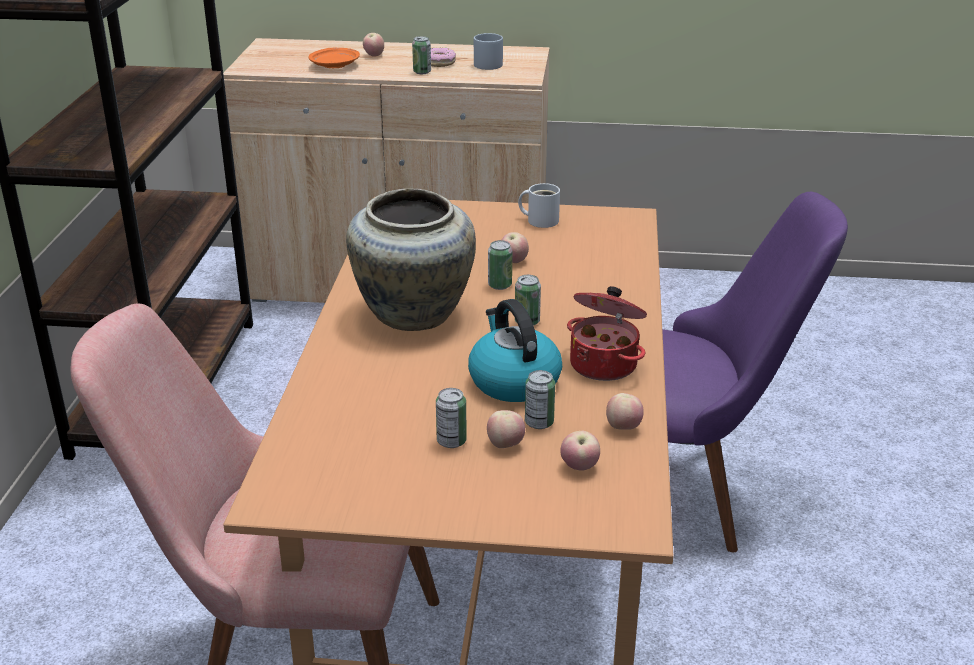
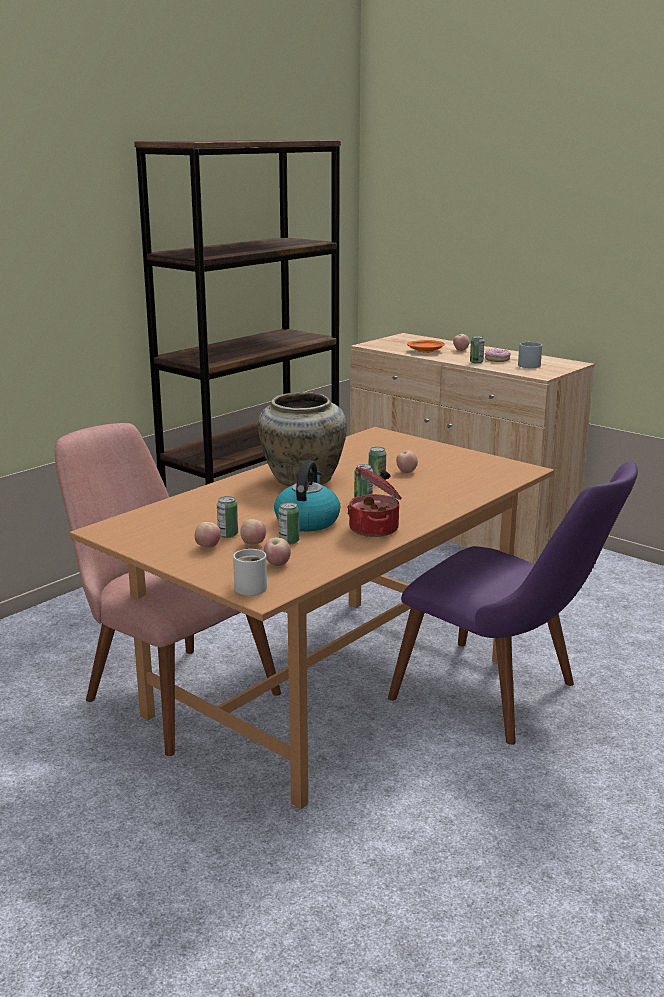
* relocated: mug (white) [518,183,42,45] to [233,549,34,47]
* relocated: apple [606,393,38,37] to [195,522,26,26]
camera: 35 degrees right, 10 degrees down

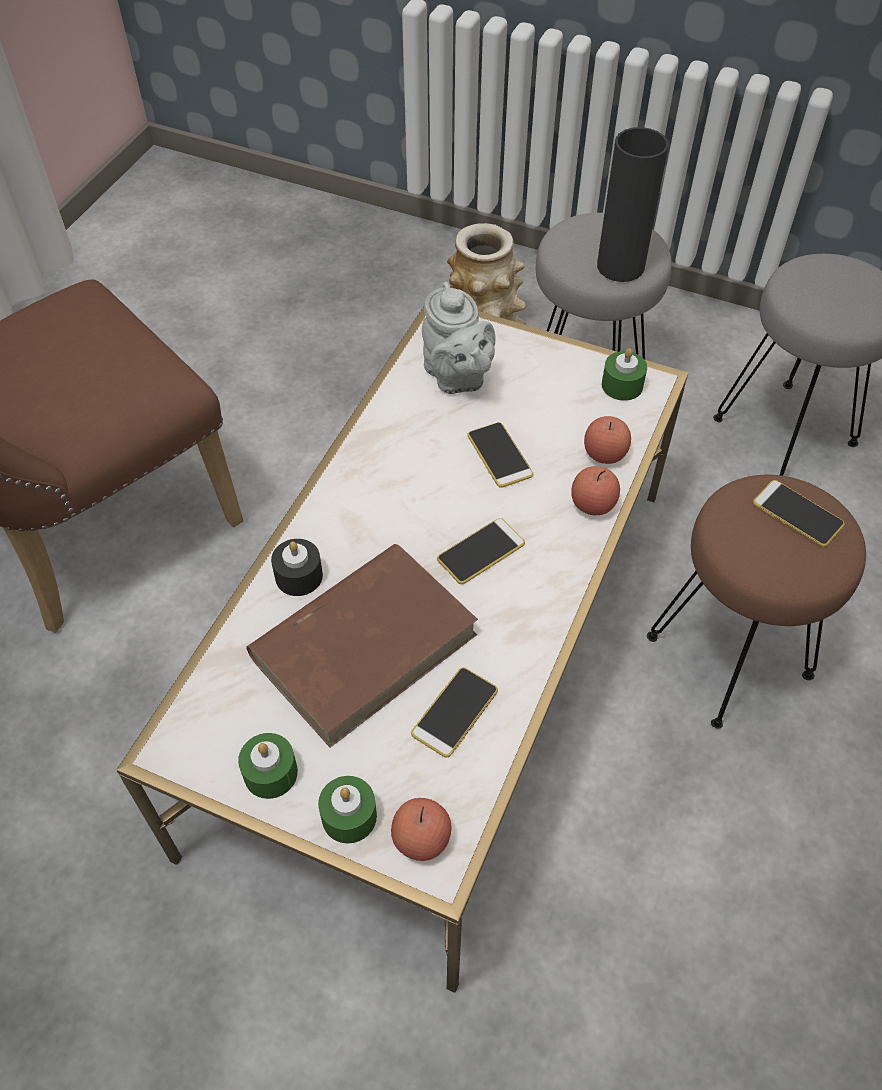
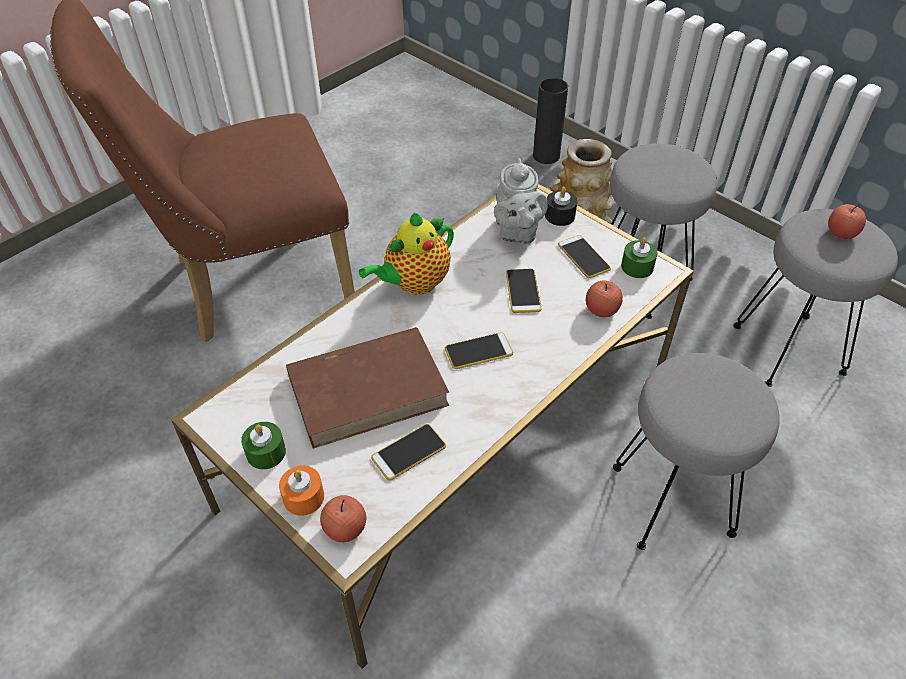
* relocated: vase (black) [597,127,71,155] to [533,78,35,86]
* relocated: apple [571,466,49,49] to [828,204,38,35]
* colour: stool (brown) [647,475,219,254] to stool (grey) [613,353,167,197]
* relocated: phone [753,480,92,67] to [558,235,53,43]
* relocated: candle (black) [271,539,52,57] to [545,187,32,39]
* colour: candle (green) [318,776,59,68] to candle (orange) [279,465,45,51]
* appeared: teapot [359,212,95,83]
camera: 20 degrees right, 5 degrees down

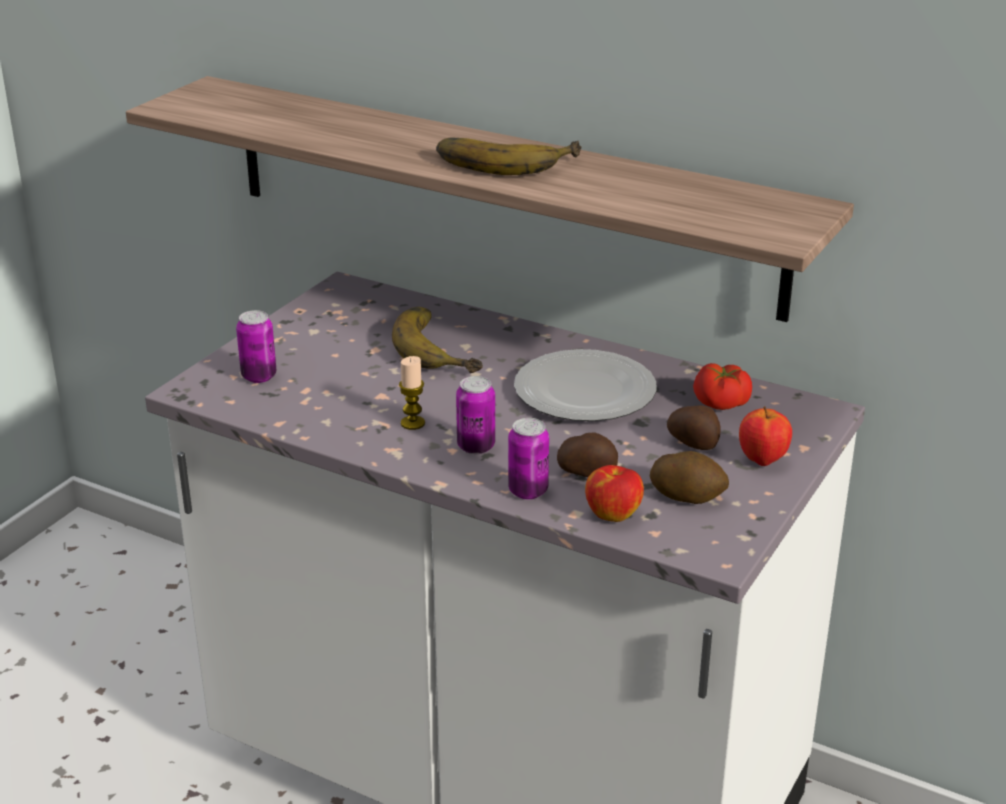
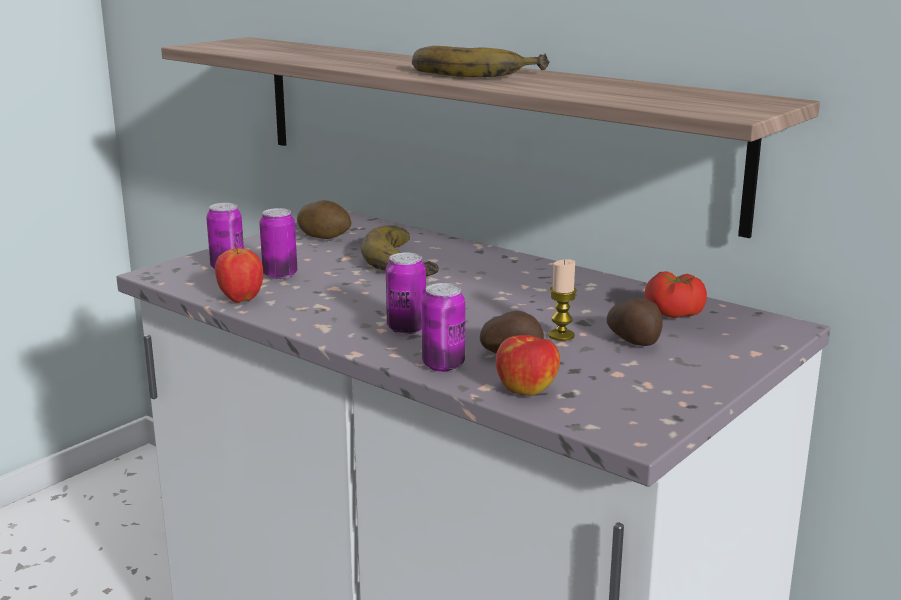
* missing: plate [514,349,143,72]
* relocated: candle [399,356,26,74] to [548,259,29,82]
* relocated: apple [739,406,53,60] to [215,243,48,60]
* relocated: potato [650,451,79,53] to [297,200,55,39]
* appeared: can [259,208,38,71]
camera: 10 degrees right, 10 degrees down

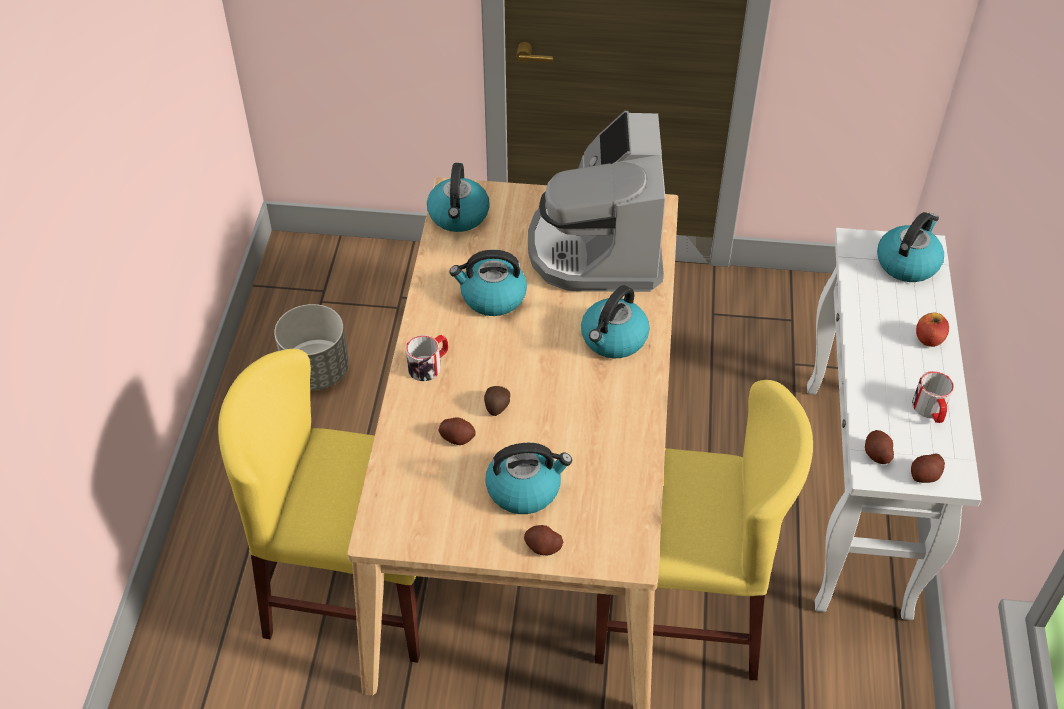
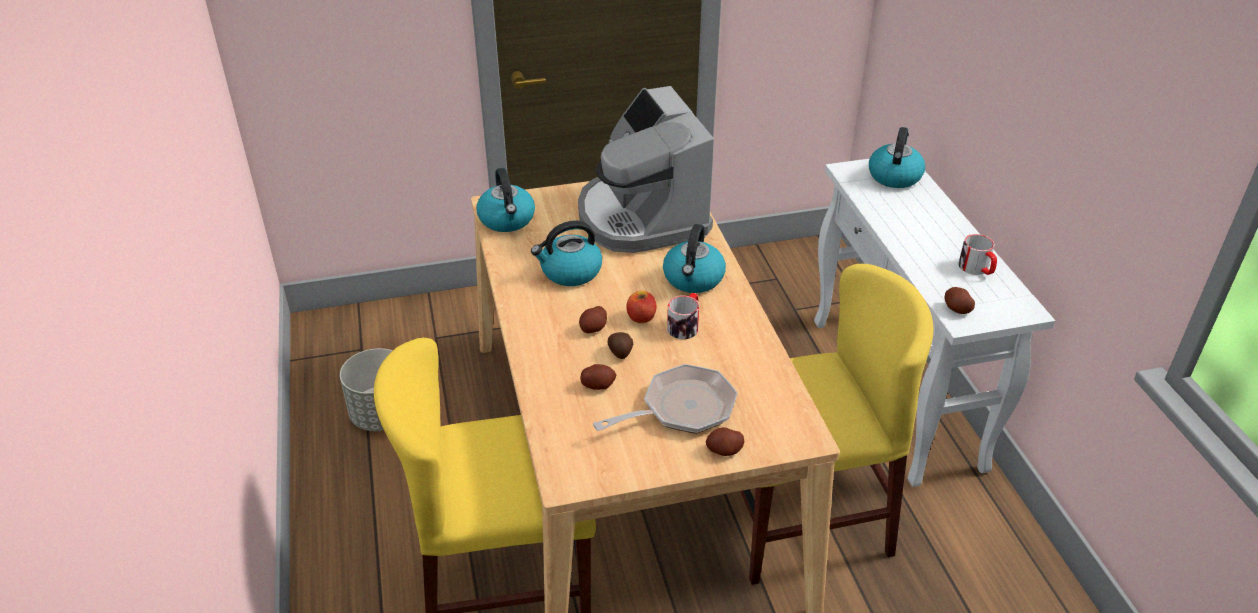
* relocated: apple [916,313,33,34] to [626,291,31,32]
* relocated: mug [406,335,42,46] to [667,293,32,46]
* exchanged: kettle [486,443,86,71] to frying pan [593,364,145,70]
* relocated: potato [911,453,34,30] to [579,306,28,27]
camera: 20 degrees left, 10 degrees down

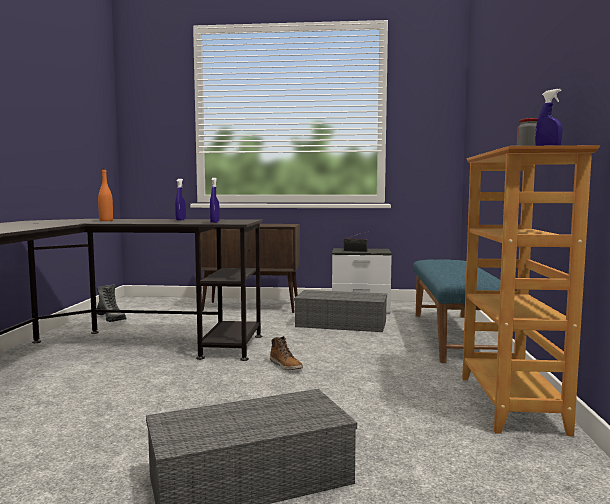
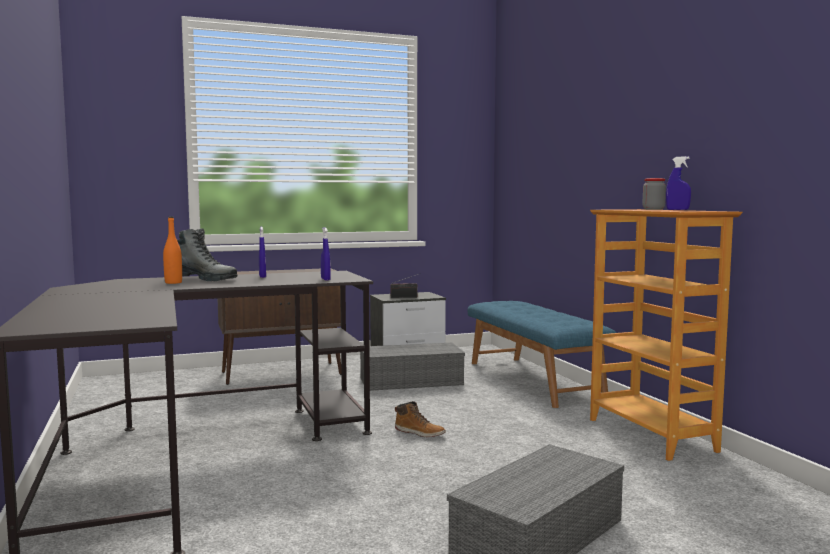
* relocated: boot [97,284,29,38] to [177,228,61,53]
camera: 25 degrees left, 0 degrees up

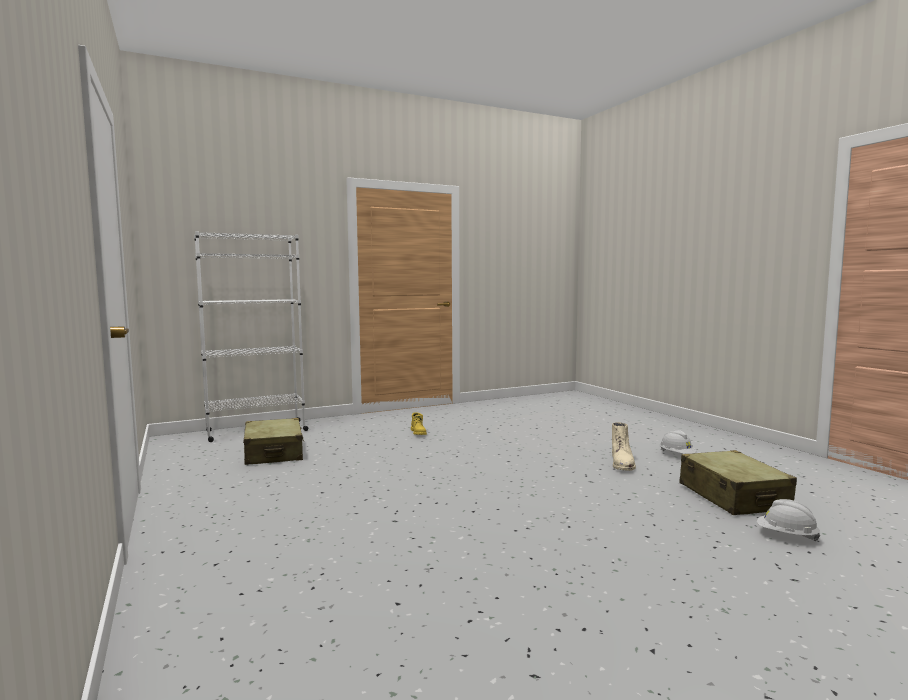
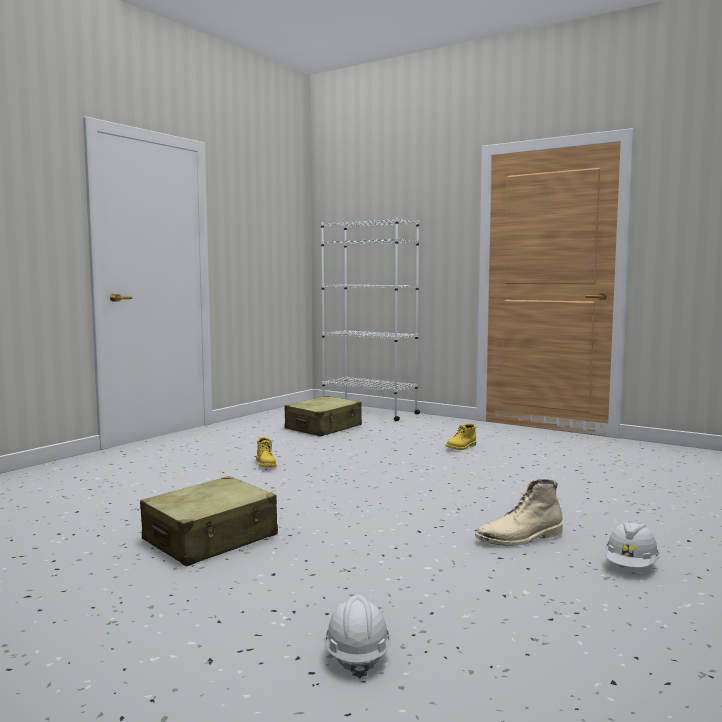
* relocated: suitcase (beige) [679,450,118,65] to [140,476,138,90]
* appeared: boot (yellow) [256,437,21,30]
camera: 60 degrees right, 0 degrees up

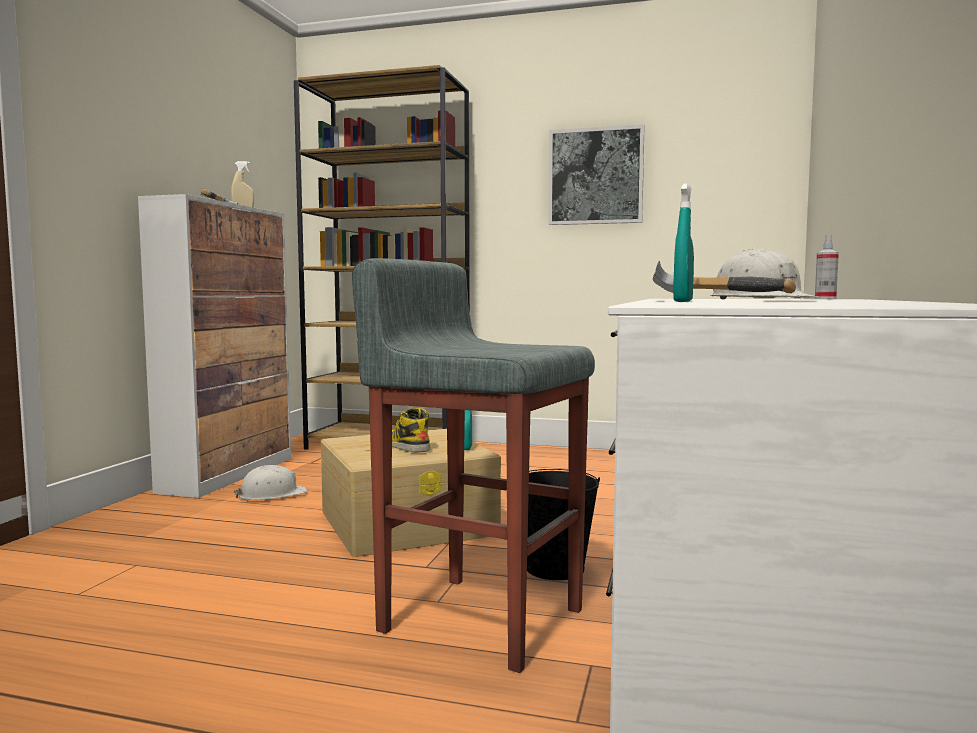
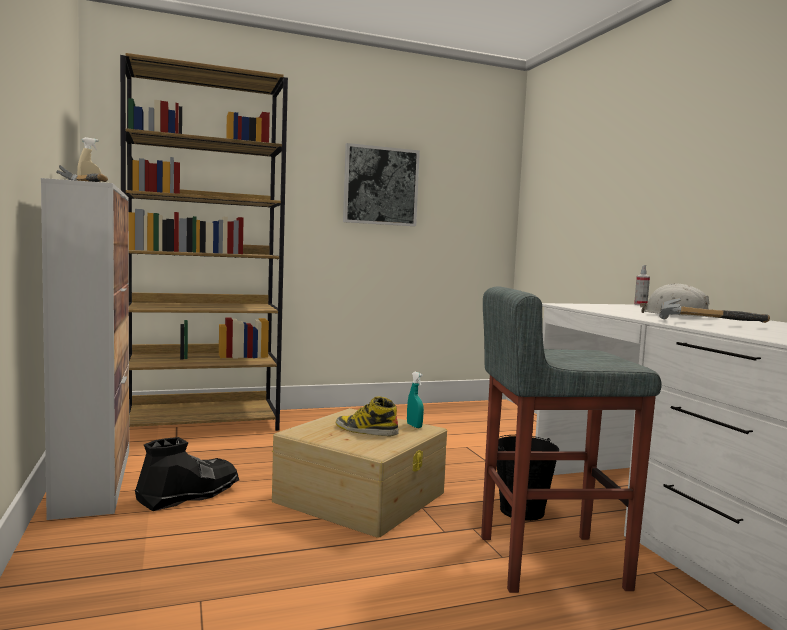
* missing: spray bottle (turquoise) [673,183,21,119]
* exchanged: hard hat (white) [234,465,73,35] to boot (black) [135,437,104,74]
camera: 35 degrees left, 0 degrees up

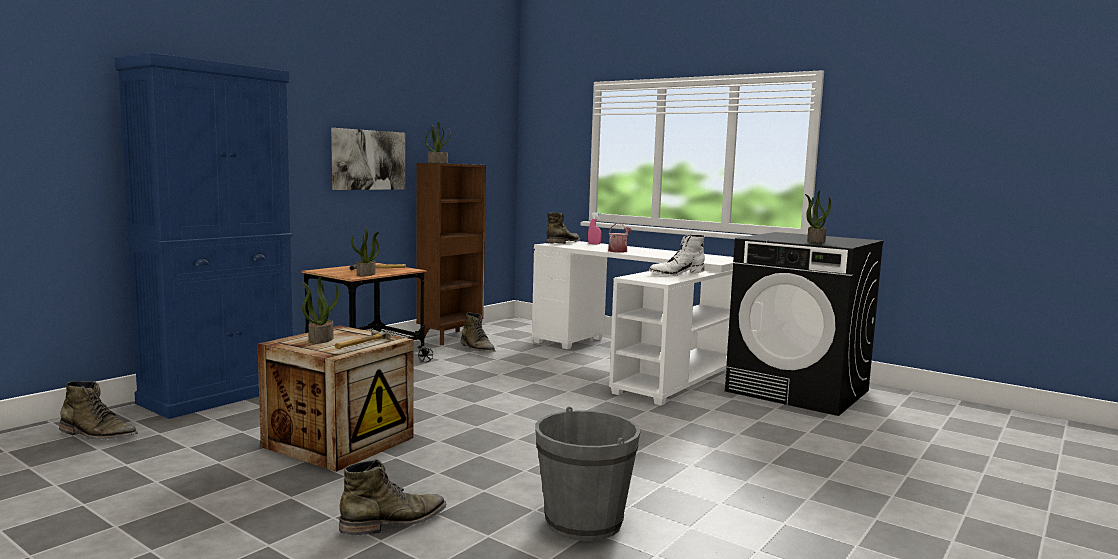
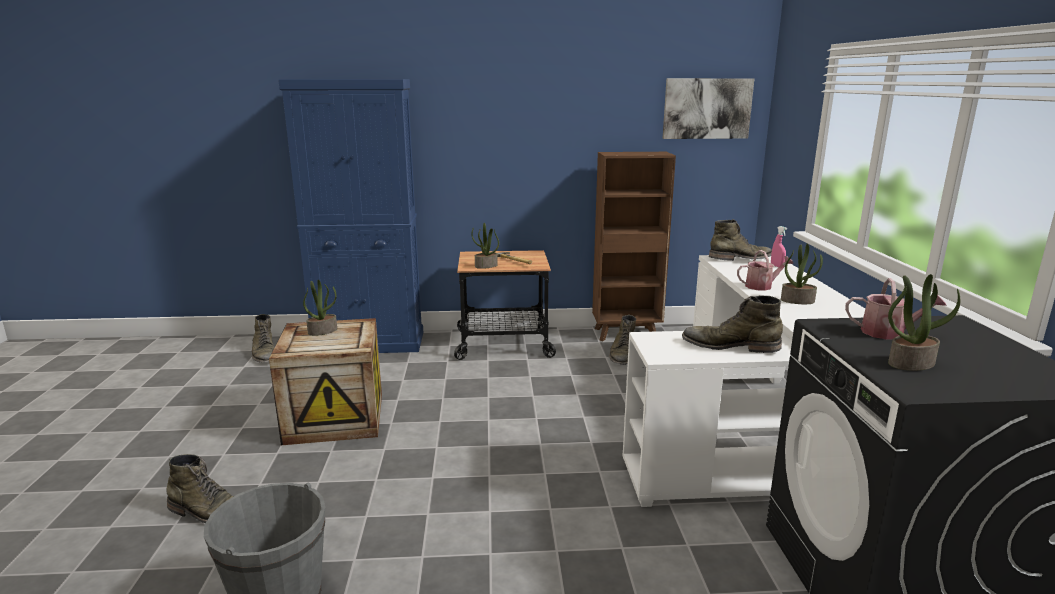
* relocated: potted plant [425,122,26,42] to [781,244,42,60]
* relocated: picture [331,128,74,62] to [663,78,92,61]
* colour: boot (white) [648,234,57,42] to boot (green) [682,295,101,58]
* missing: hammer [335,330,56,19]
* appeared: watering can [845,278,102,62]
camera: 50 degrees right, 10 degrees up

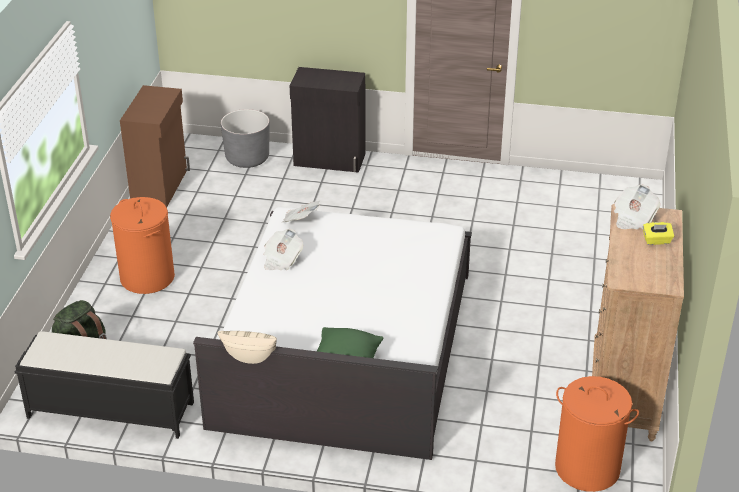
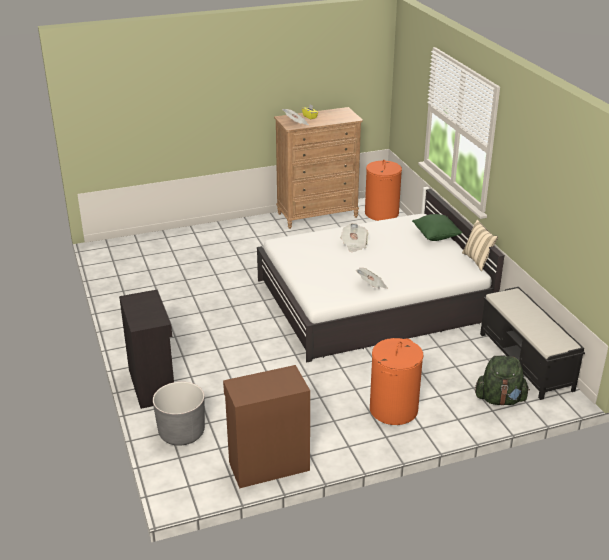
* relocated: newspaper [282,201,38,21] to [340,223,28,29]
camera: 120 degrees left, 5 degrees down

